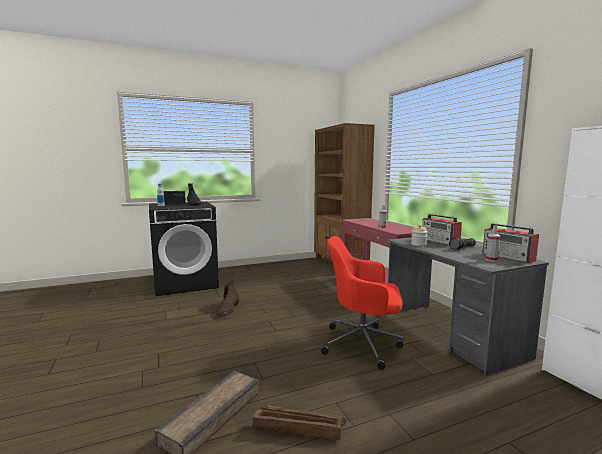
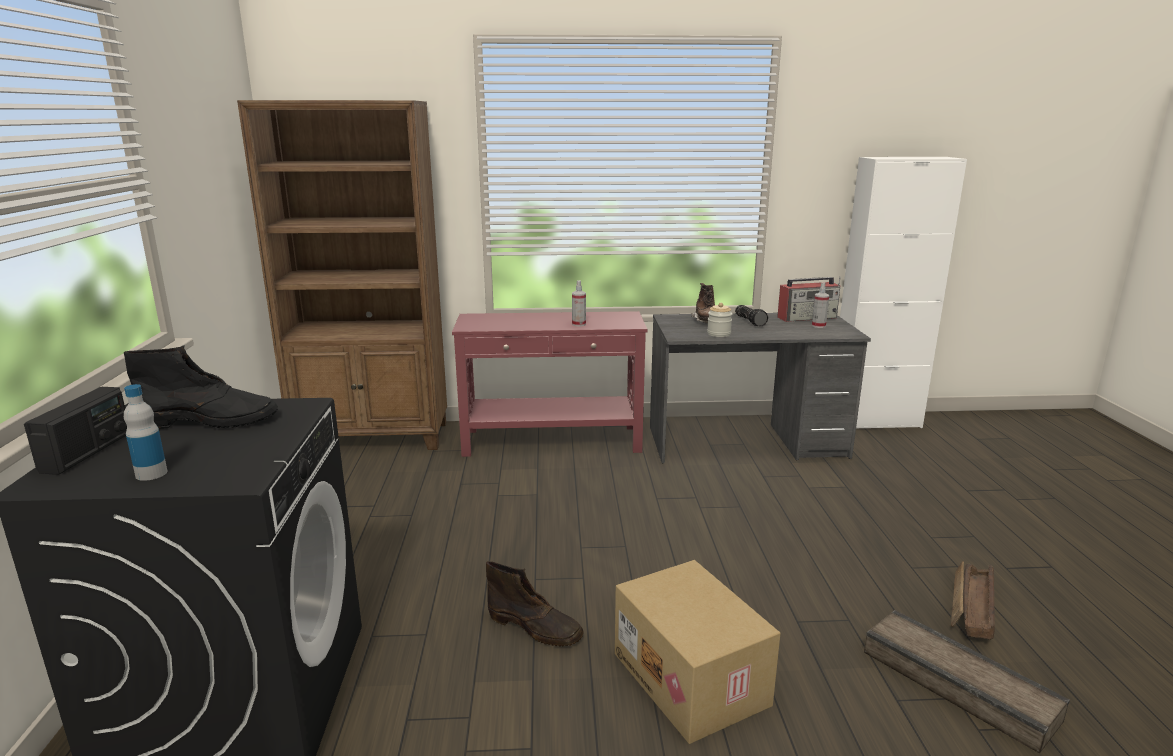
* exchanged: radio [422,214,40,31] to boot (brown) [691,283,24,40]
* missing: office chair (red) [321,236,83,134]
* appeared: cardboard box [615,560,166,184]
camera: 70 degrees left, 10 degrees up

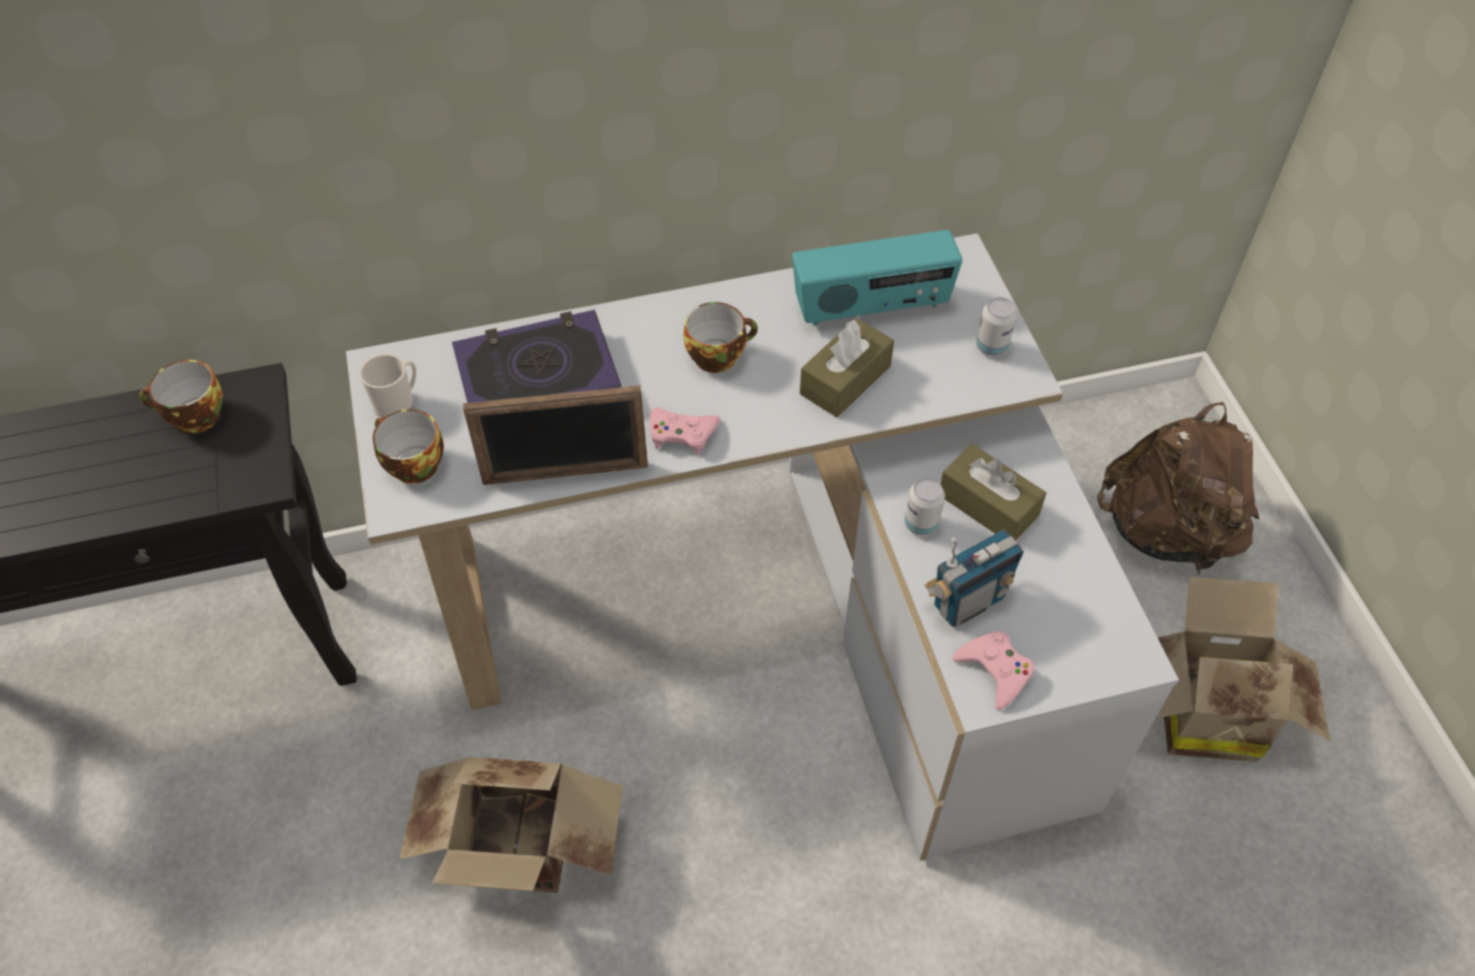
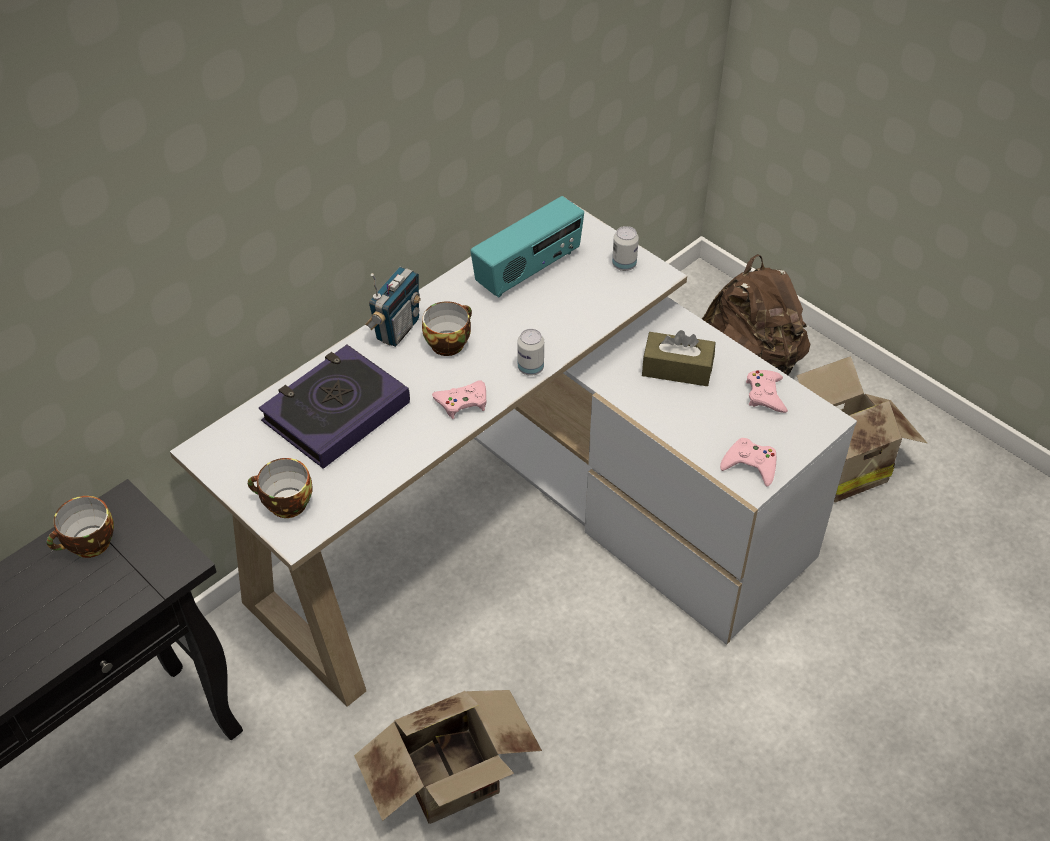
* missing: tissue box (brown) [800,318,94,99]
* missing: mug [359,354,57,64]
* missing: picture frame [463,385,185,100]
* relocated: can [904,478,41,58] to [517,329,27,47]
* relocated: radio [925,529,99,98] to [365,267,56,80]
* appeared: game controller (pink) [746,370,42,43]
camera: 30 degrees left, 5 degrees down

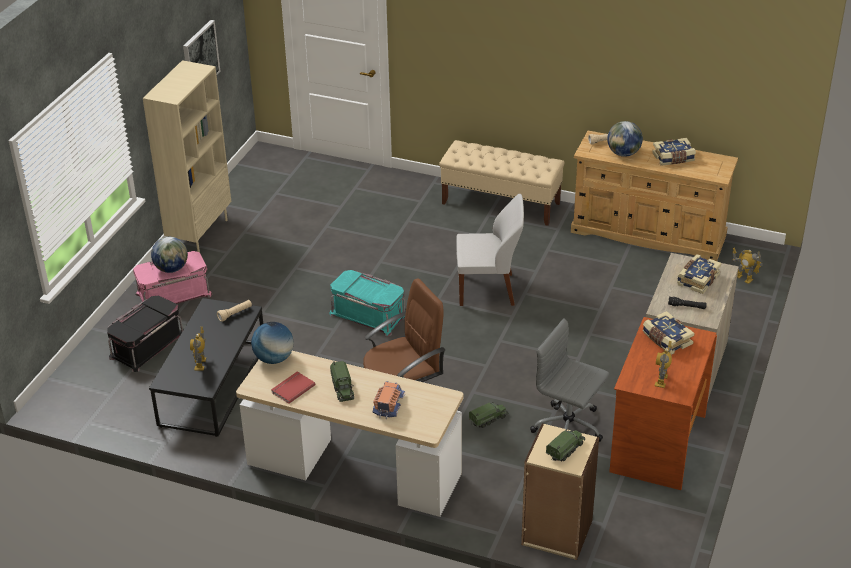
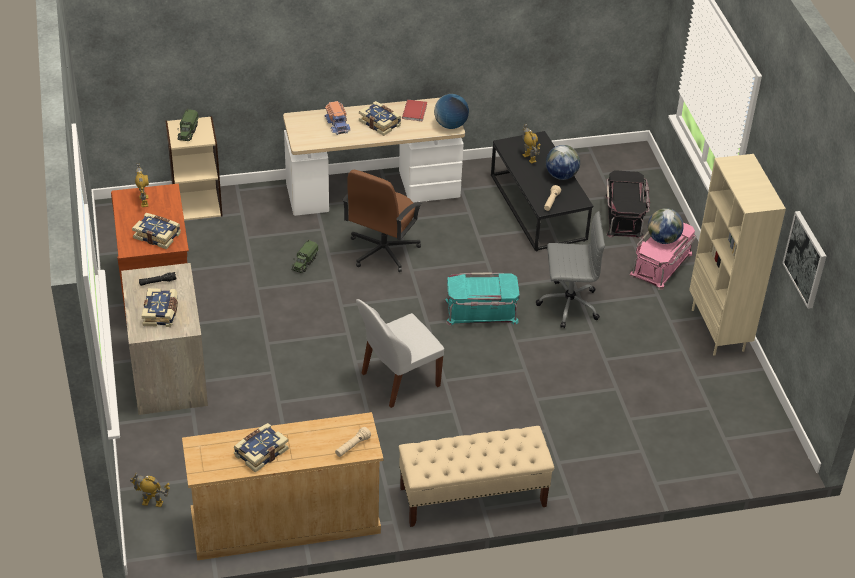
* relocated: globe [607,121,36,36] to [546,145,34,35]
* relocated: office chair (grey) [530,318,79,124] to [536,211,69,117]
* exchanged: toy truck [330,361,24,41] to book [359,101,42,35]
camera: 145 degrees right, 5 degrees up

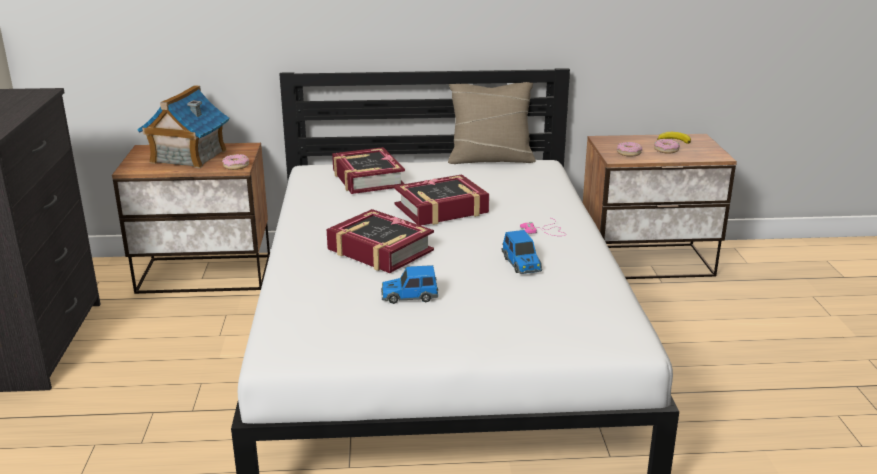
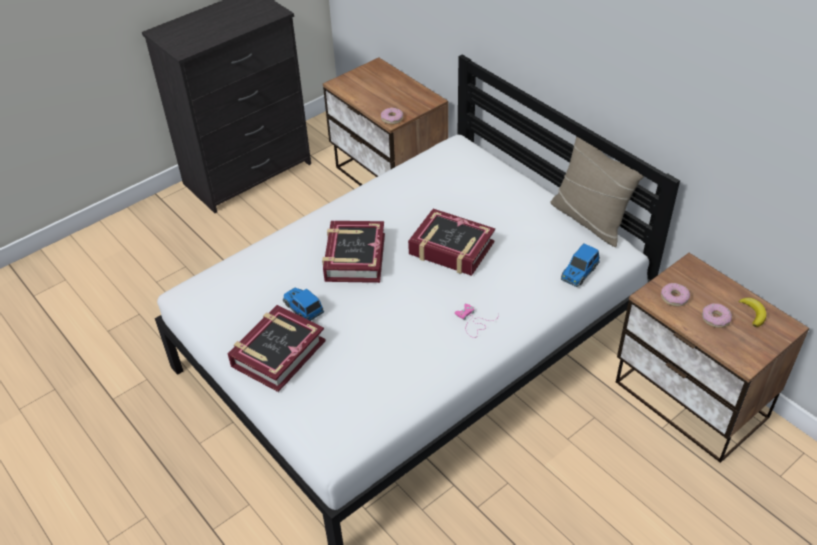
* missing: toy house [137,85,92,83]
* relocated: book [332,147,73,47] to [228,305,98,87]
* relocated: toy car [502,230,40,44] to [561,243,39,44]
camera: 55 degrees right, 20 degrees up

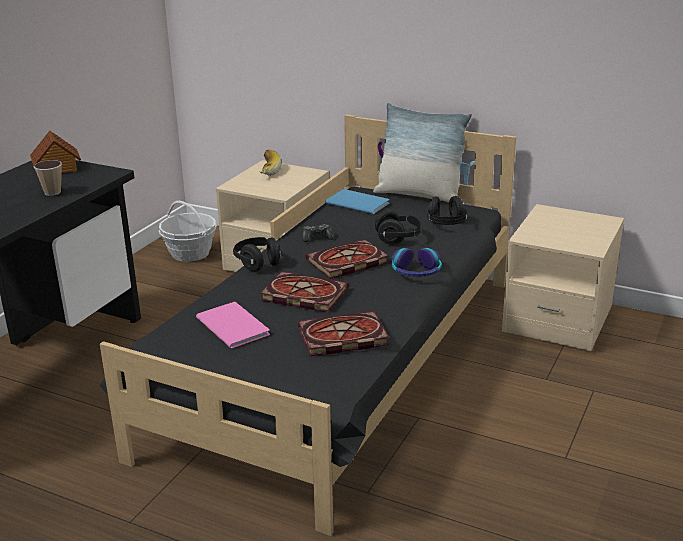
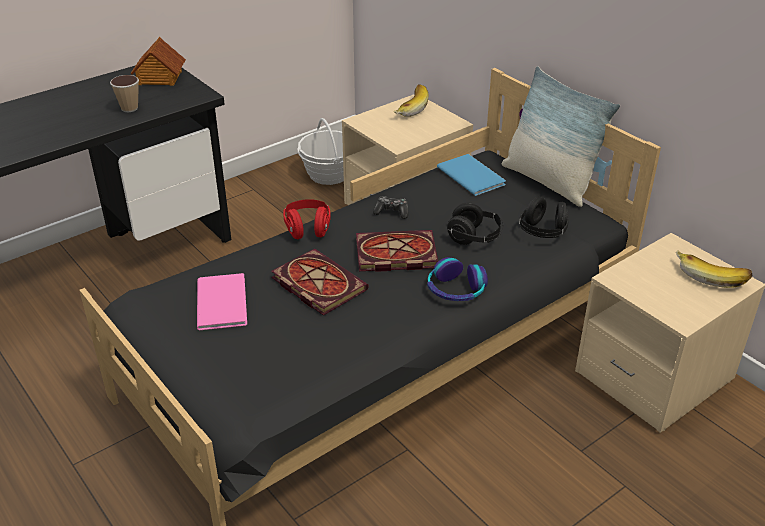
* colour: headphones (black) [233,237,48,34] to headphones (red) [283,199,48,40]
* missing: book [298,311,92,45]
* appeared: banana [676,250,77,38]
camera: 25 degrees right, 10 degrees up

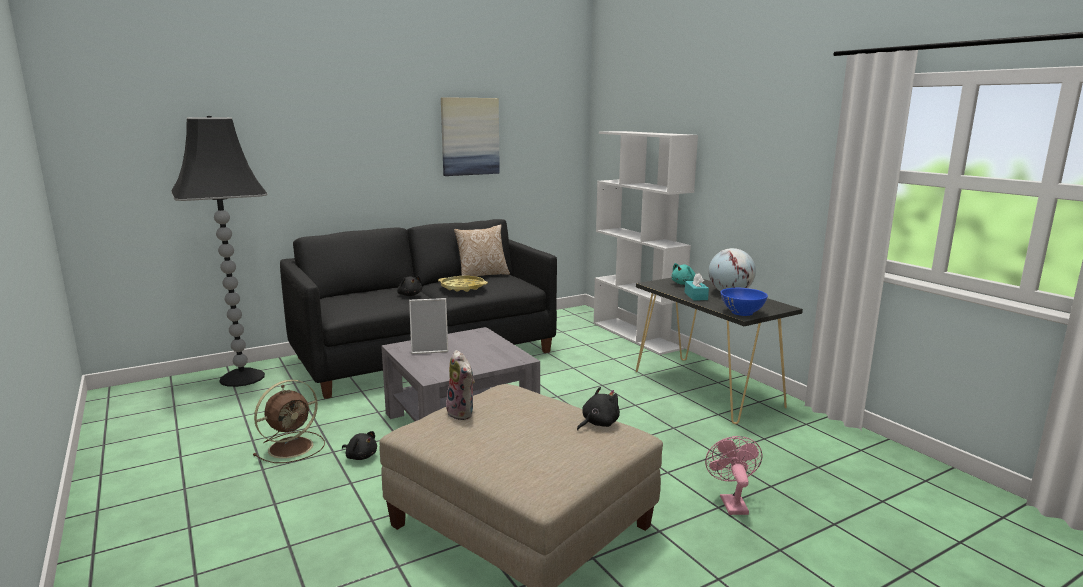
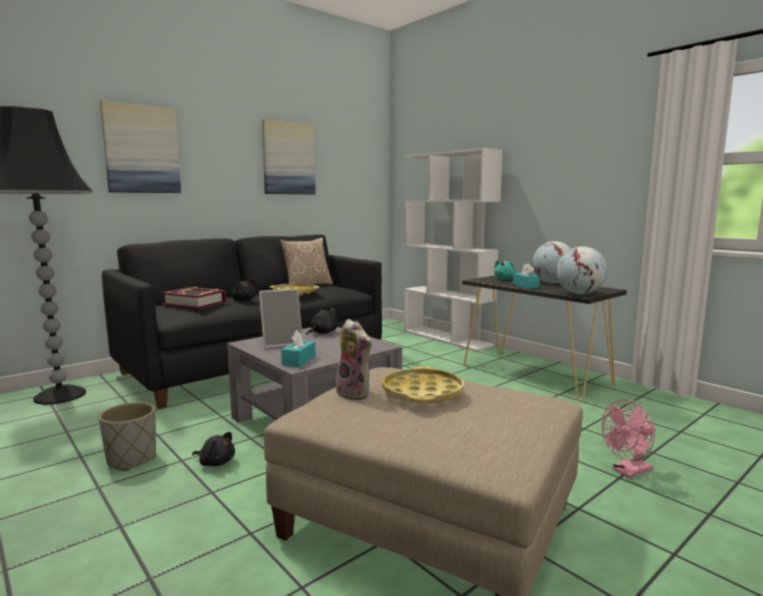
* exchanged: bowl (blue) [721,288,47,28] to globe [556,246,51,48]
* exchanged: fan (brown) [253,379,72,84] to planter (grey) [99,402,57,69]
* relocated: plush toy (black) [577,387,43,44] to [306,307,32,28]
* spun: fan (pink) [705,436,58,79] = [602,399,53,79] 105 degrees counterclockwise
* appeared: picture [100,100,81,93]
* appeared: book [161,287,65,22]
* appeared: tissue box (turquoise) [281,330,34,37]
* appeared: tray (yellow) [382,366,82,38]
camera: 10 degrees left, 5 degrees down

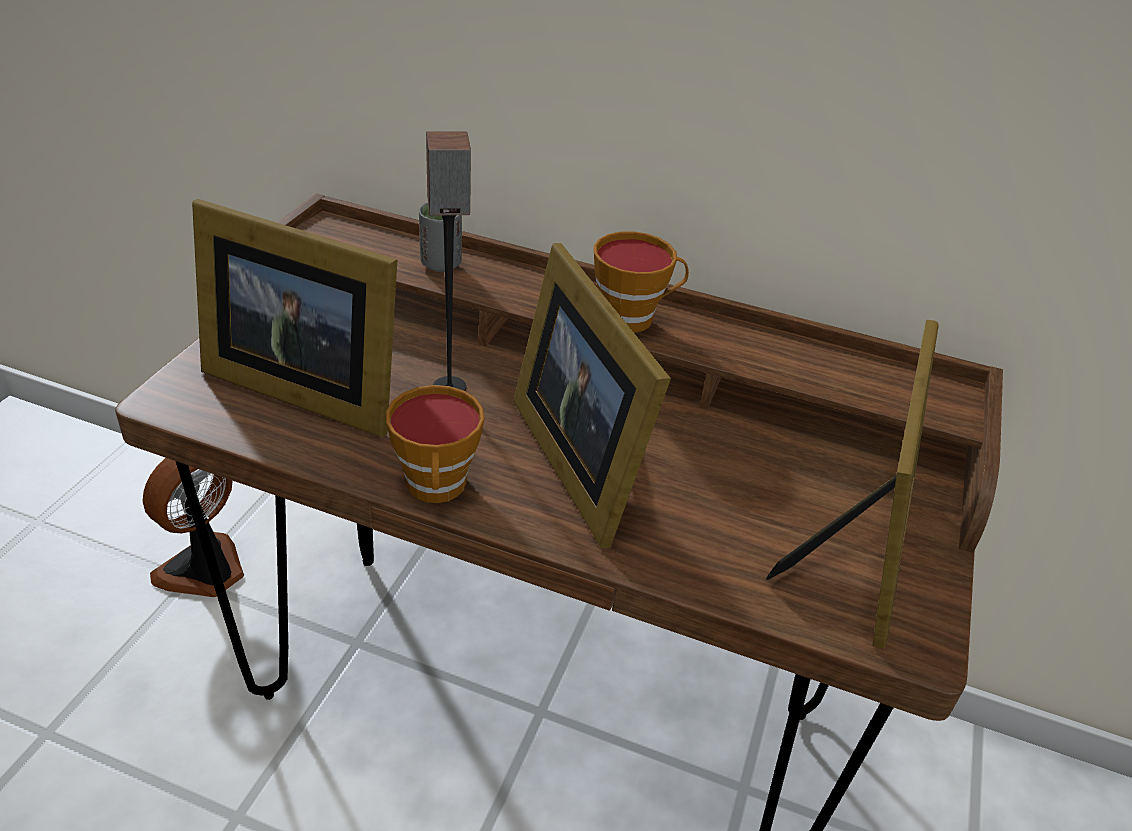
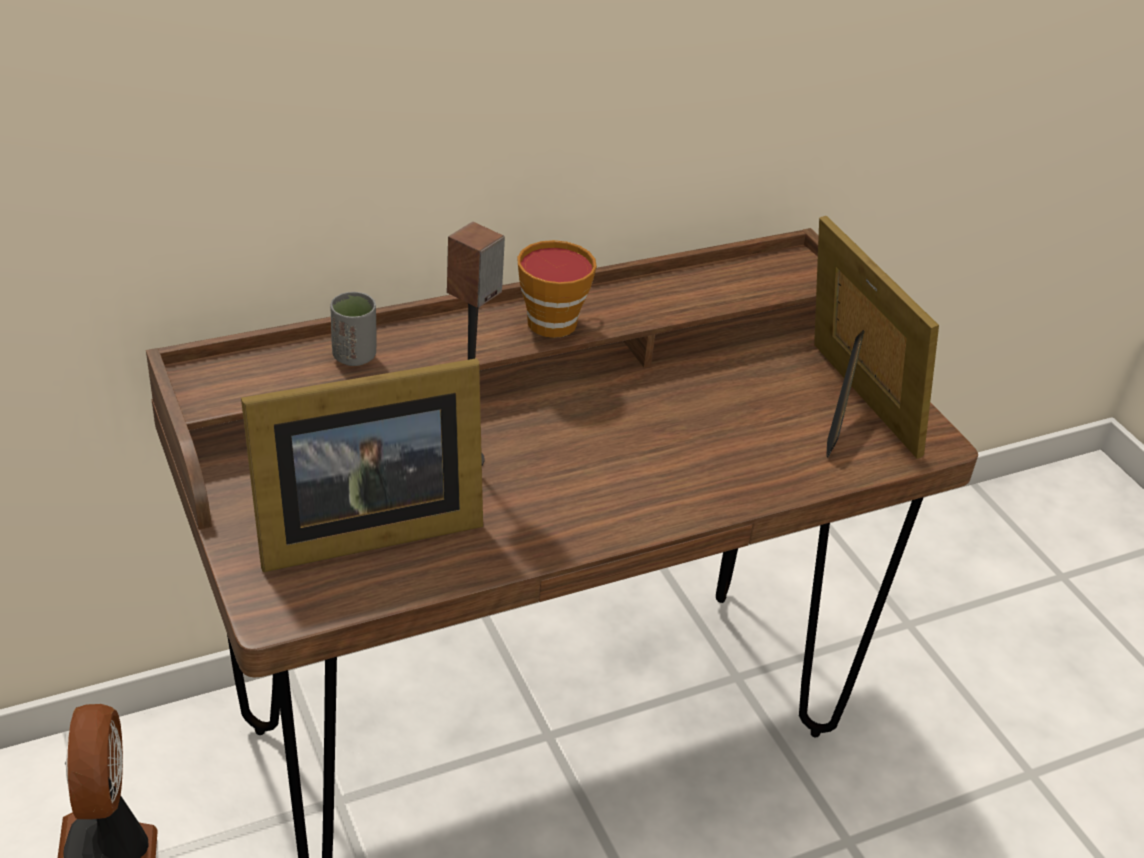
* missing: picture frame [513,243,158,306]
* missing: cup [386,385,98,118]
camera: 45 degrees left, 0 degrees up

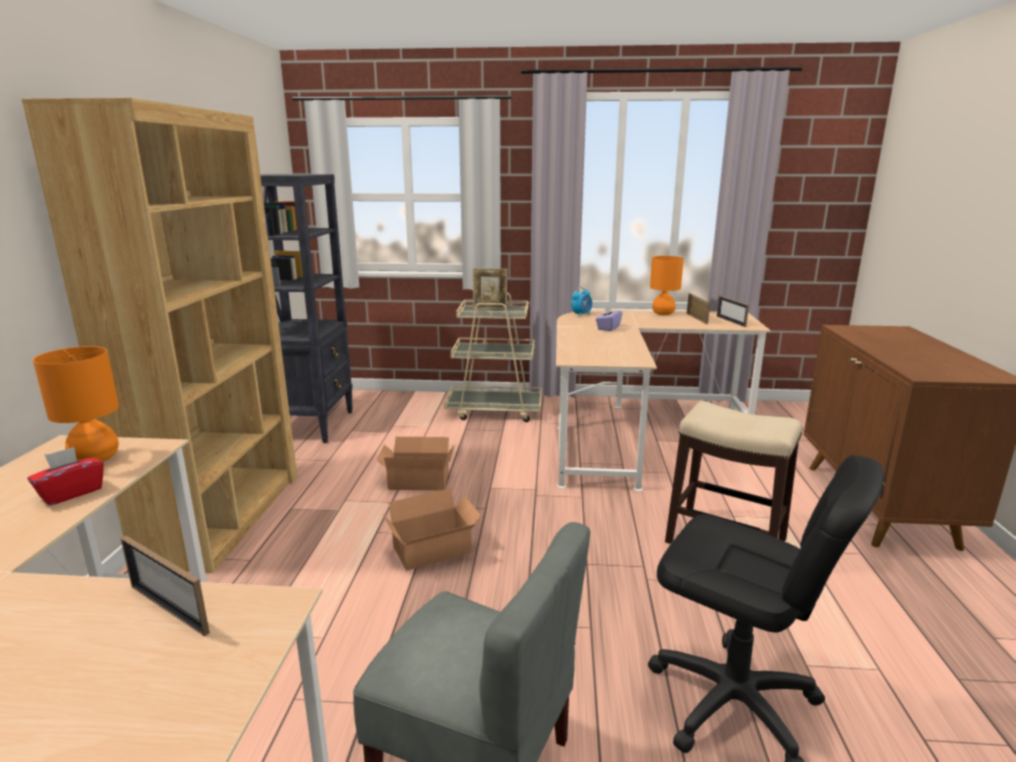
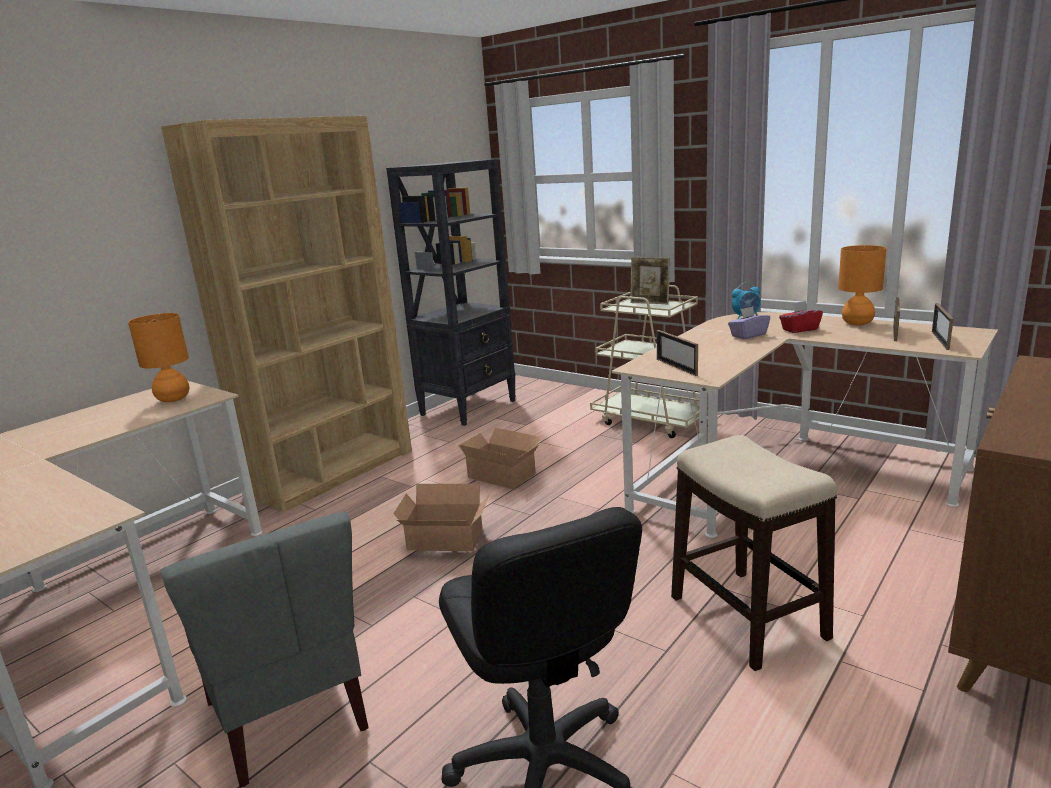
* relocated: tissue box (red) [27,447,77,59] to [779,301,44,32]
* relocated: picture frame [121,536,89,100] to [656,330,42,46]
camera: 35 degrees right, 0 degrees up

